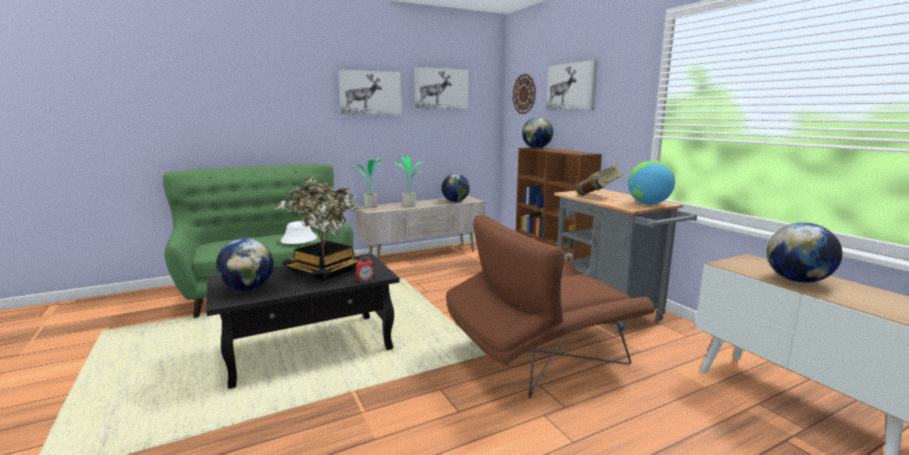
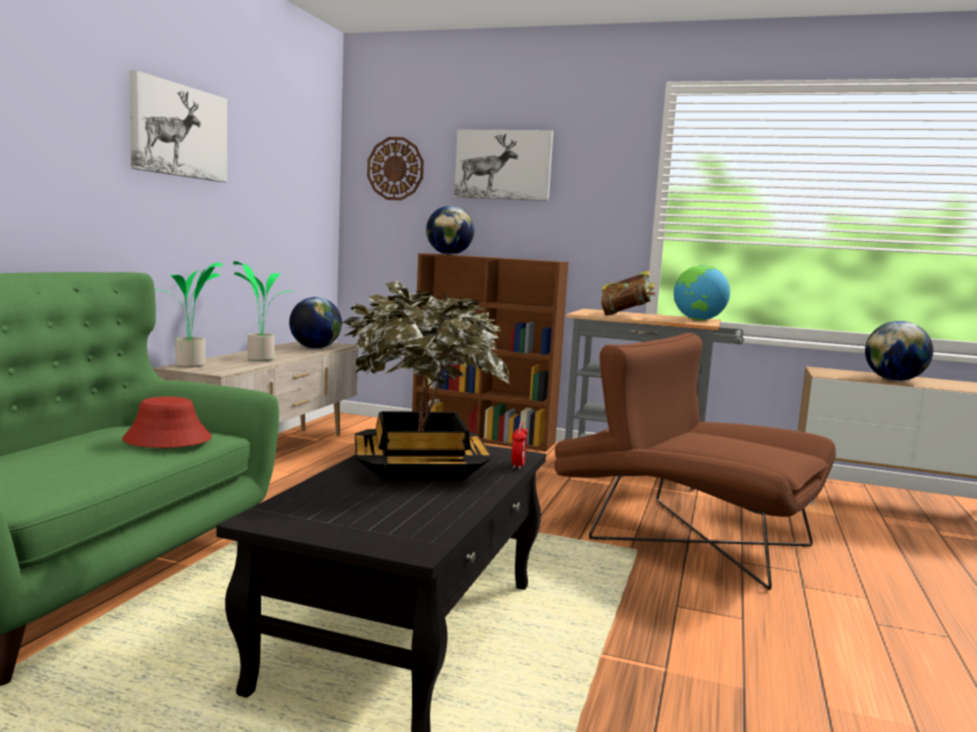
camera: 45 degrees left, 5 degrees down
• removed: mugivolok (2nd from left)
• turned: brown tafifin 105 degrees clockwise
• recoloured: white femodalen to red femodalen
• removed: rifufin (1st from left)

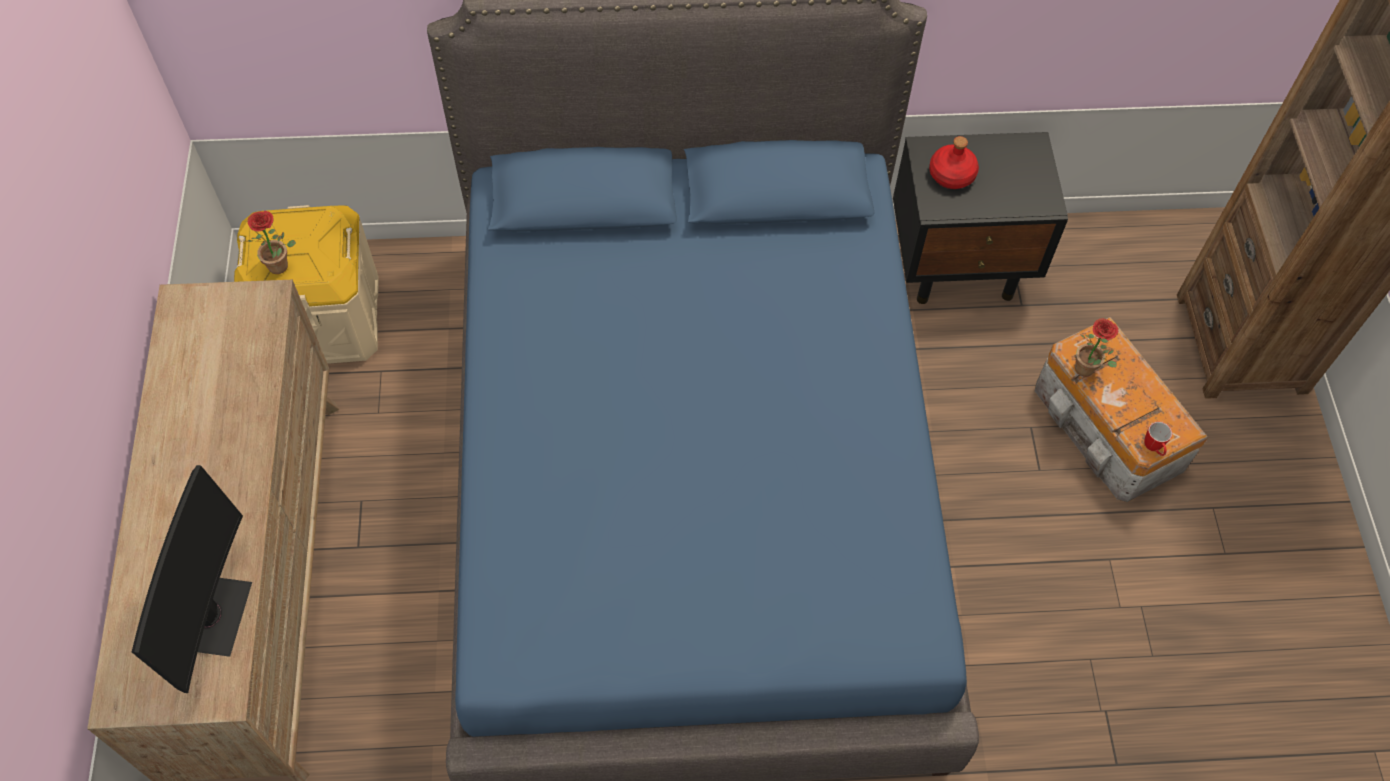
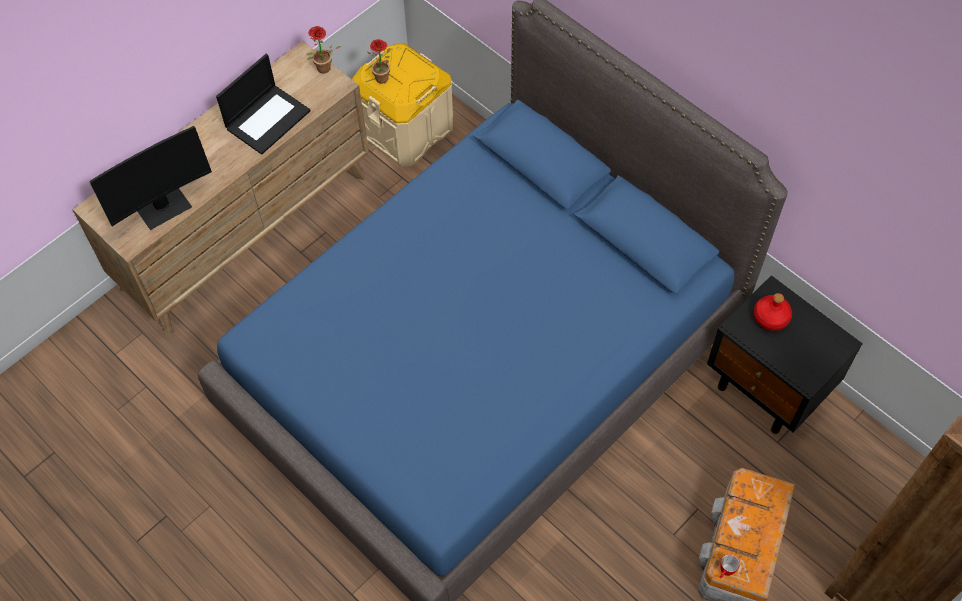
camera: 50 degrees right, 0 degrees up
• moved: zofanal (2nd from left in the first image) to zofanal (1st from left)
• added: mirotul

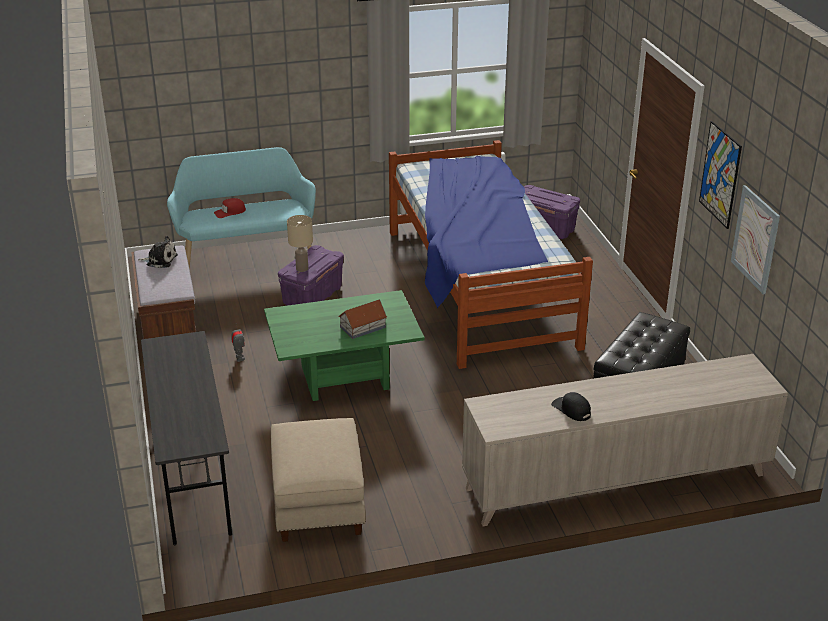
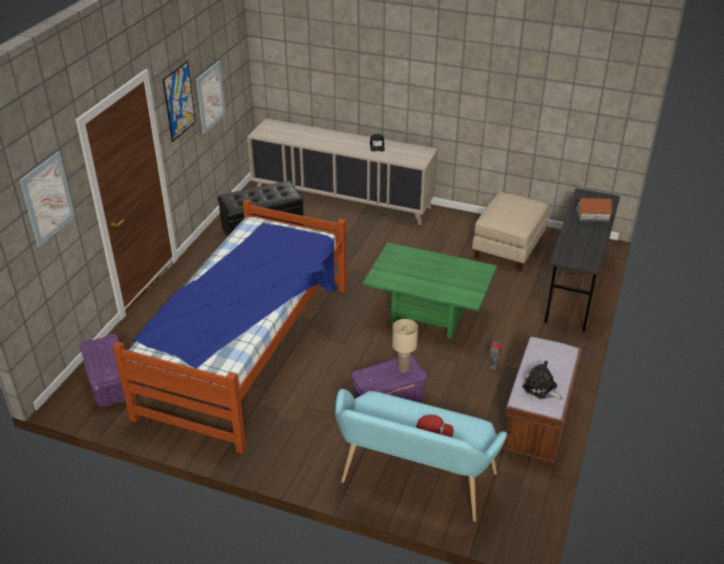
camera: 145 degrees left, 5 degrees up
• moved: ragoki
• added: mugivolok (1st from left)

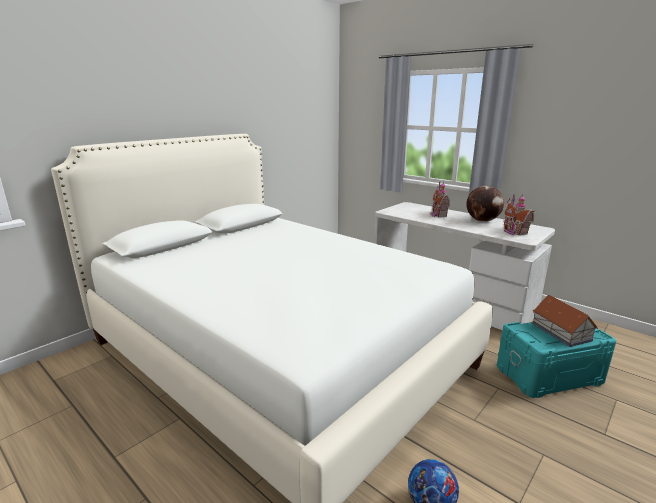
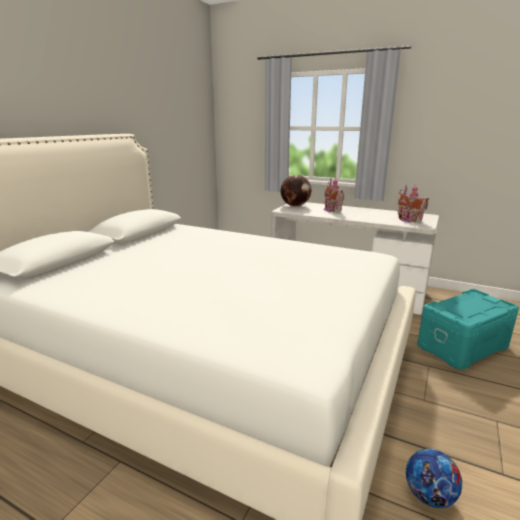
camera: 15 degrees left, 0 degrees up
• moved: rifufin
• removed: ragoki (3rd from left)

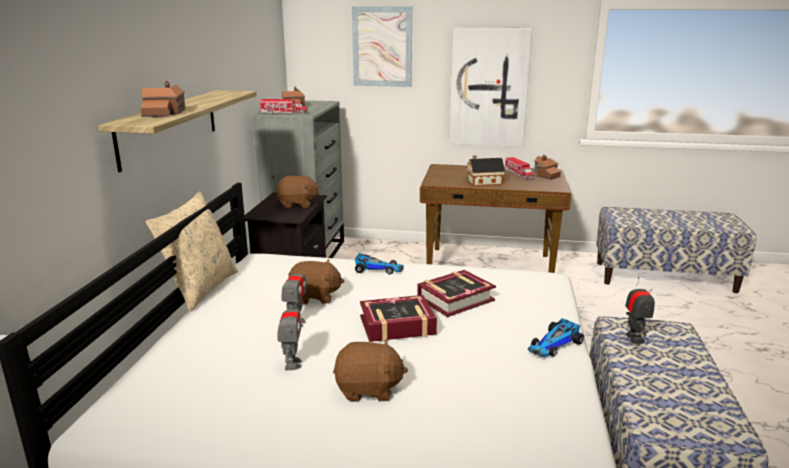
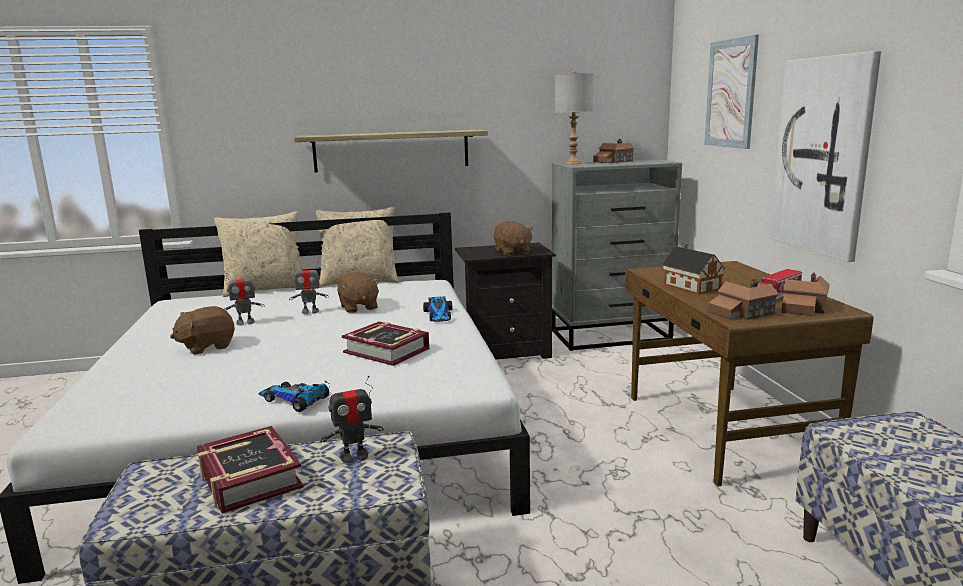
camera: 70 degrees right, 5 degrees down
• moved: ragoki (1st from left in the first image) to ragoki (3rd from left)
• replaced: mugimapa (1st from left) to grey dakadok
• moved: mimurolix (1st from left)
• turned: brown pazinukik (3rd from left in the first image) 75 degrees clockwise
• added: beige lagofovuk (1st from left)

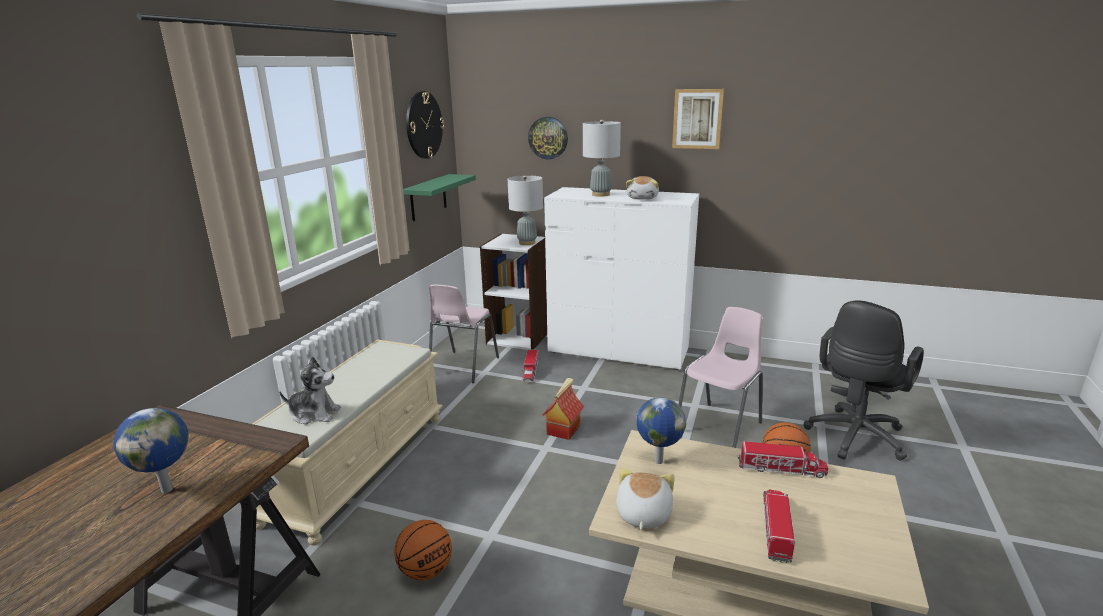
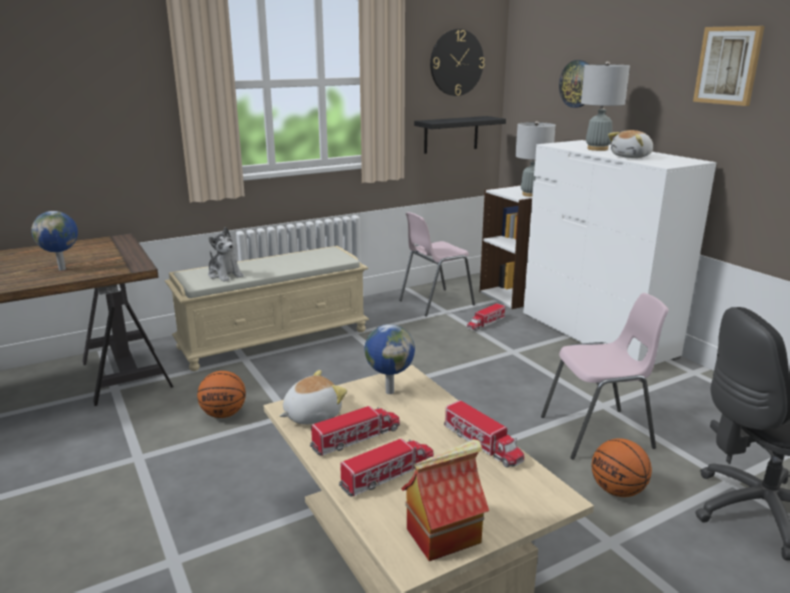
camera: 40 degrees right, 0 degrees up
• recoloured: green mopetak to black mopetak
• moved: ragoki
• added: mugimapa (1st from left)

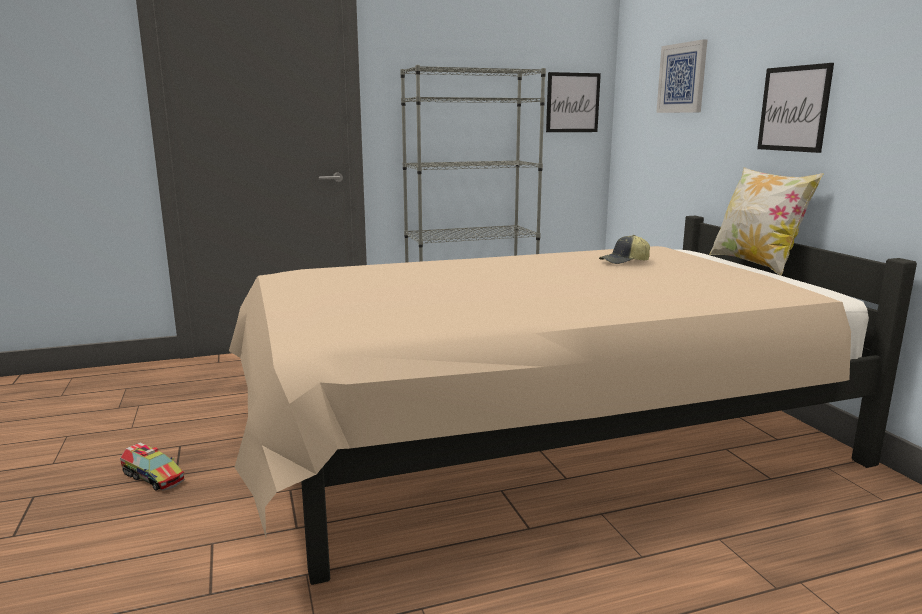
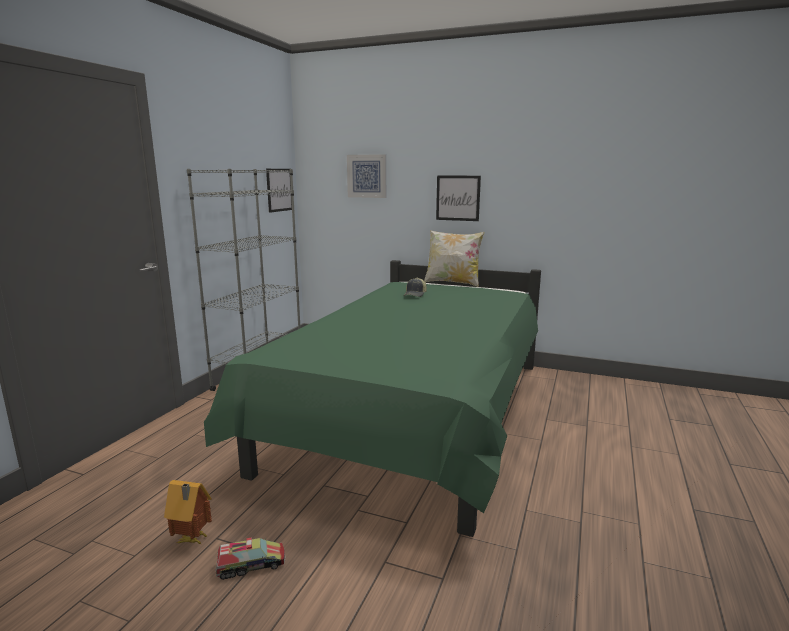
camera: 50 degrees left, 0 degrees up
• recoloured: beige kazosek to green kazosek
• added: ragoki

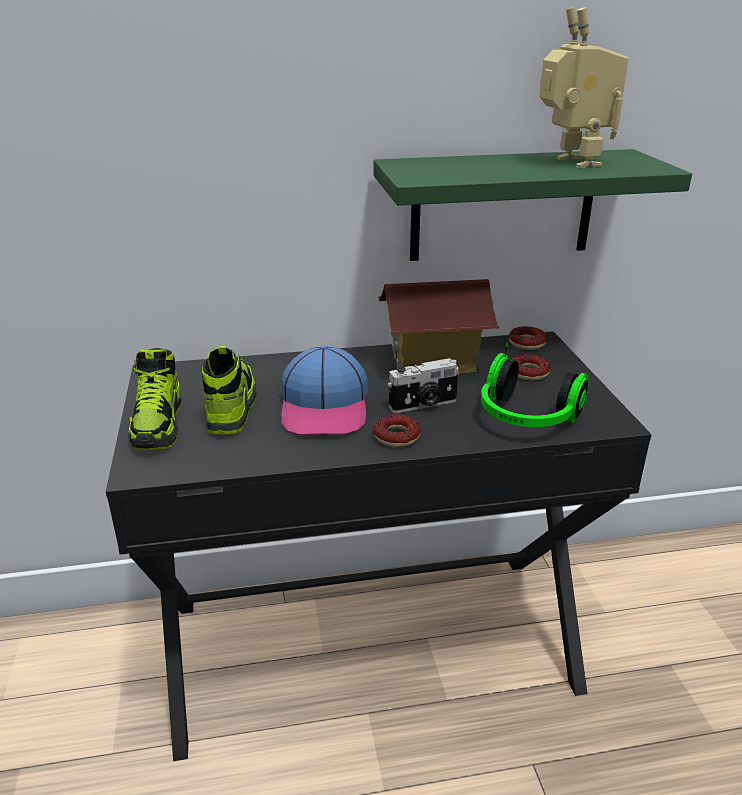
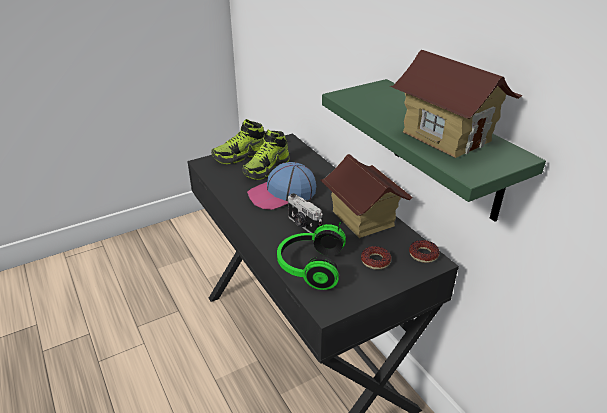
camera: 70 degrees right, 5 degrees up
• replaced: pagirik to ragoki (2nd from left)
• turned: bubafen (2nd from left) 150 degrees clockwise
• removed: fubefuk (1st from left)

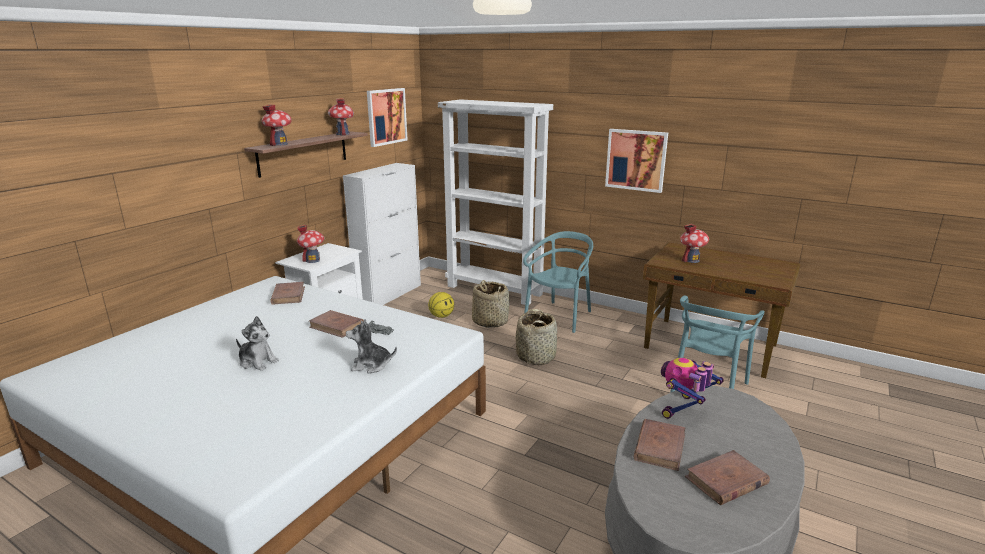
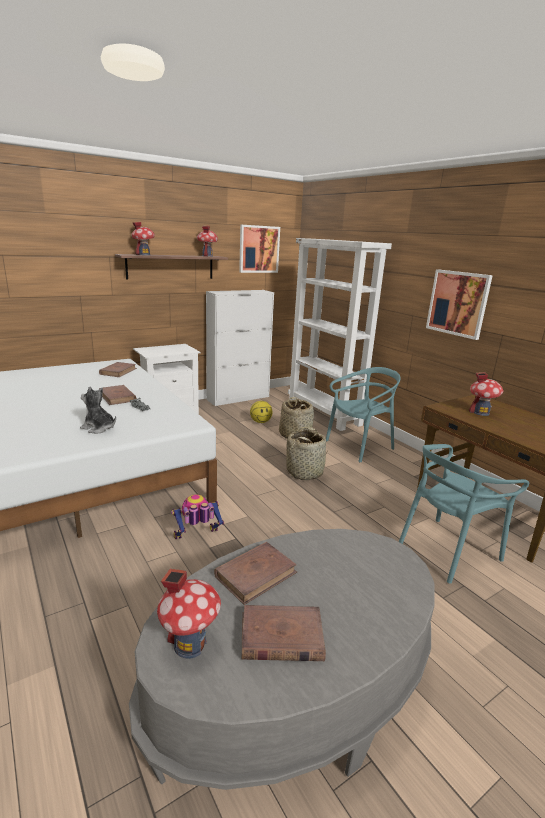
camera: 25 degrees right, 0 degrees up
• moved: ragoki (2nd from left)
• removed: pazinukik (1st from left)
• moved: pagirik

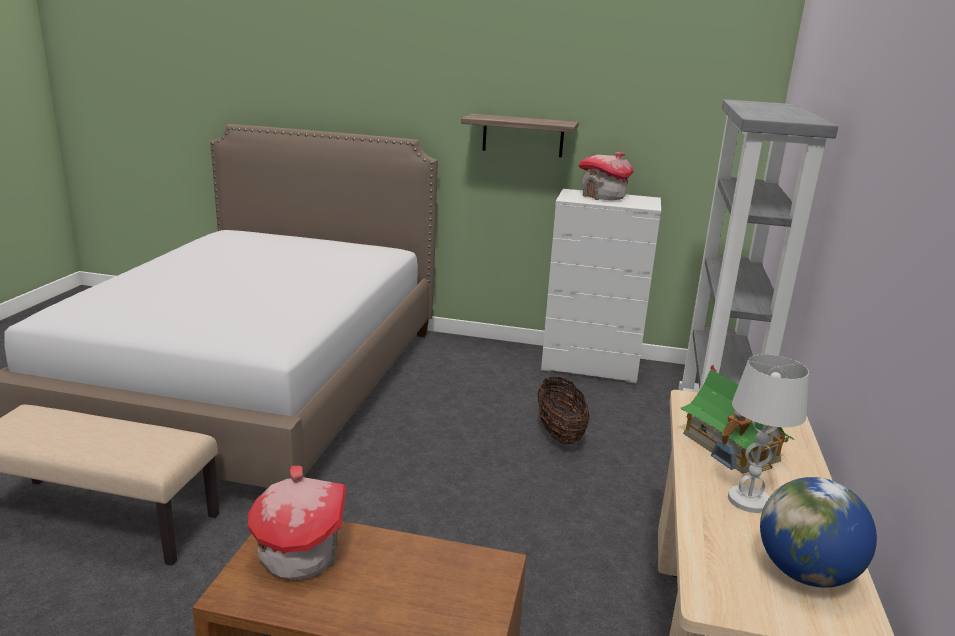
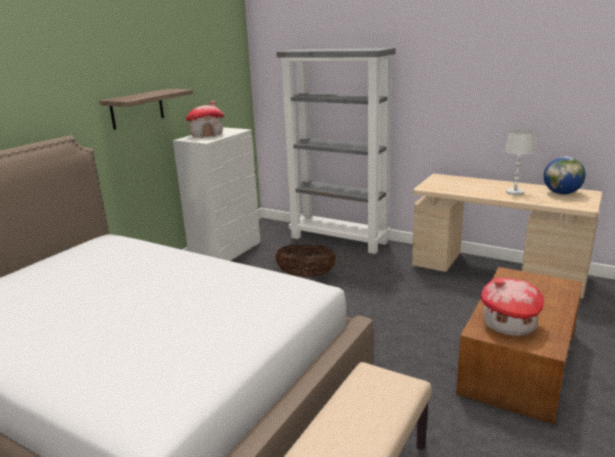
camera: 70 degrees left, 0 degrees up
• removed: ragoki (3rd from left)

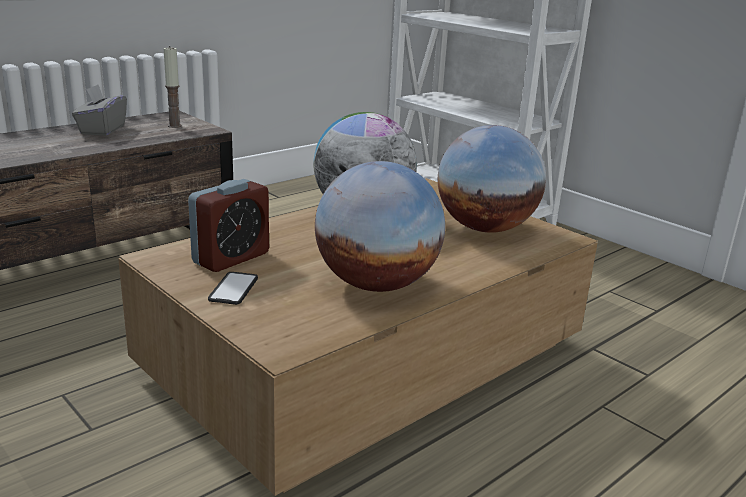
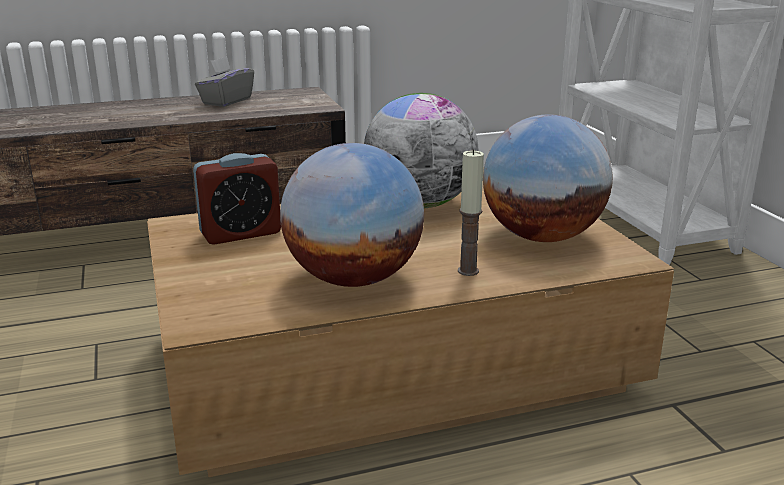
camera: 25 degrees right, 0 degrees up
• moved: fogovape
• removed: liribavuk

